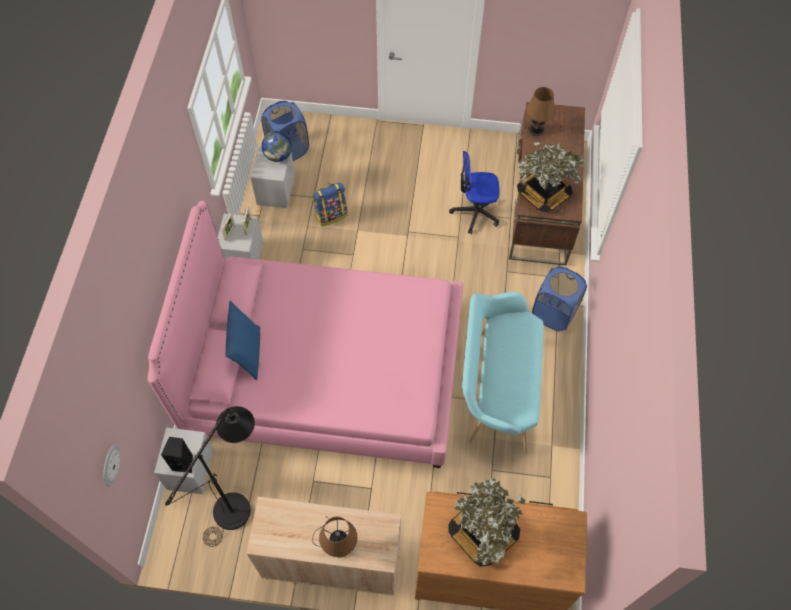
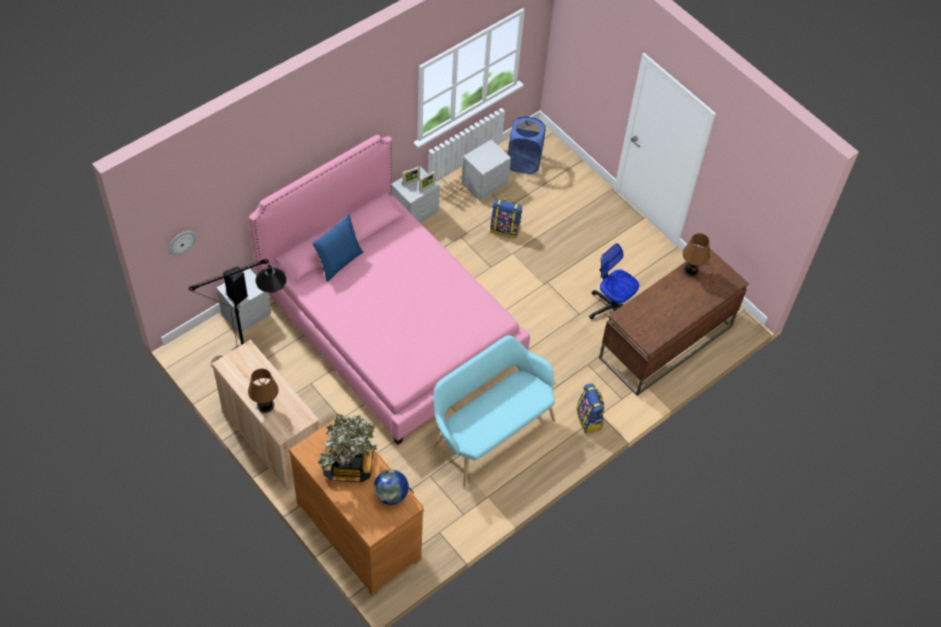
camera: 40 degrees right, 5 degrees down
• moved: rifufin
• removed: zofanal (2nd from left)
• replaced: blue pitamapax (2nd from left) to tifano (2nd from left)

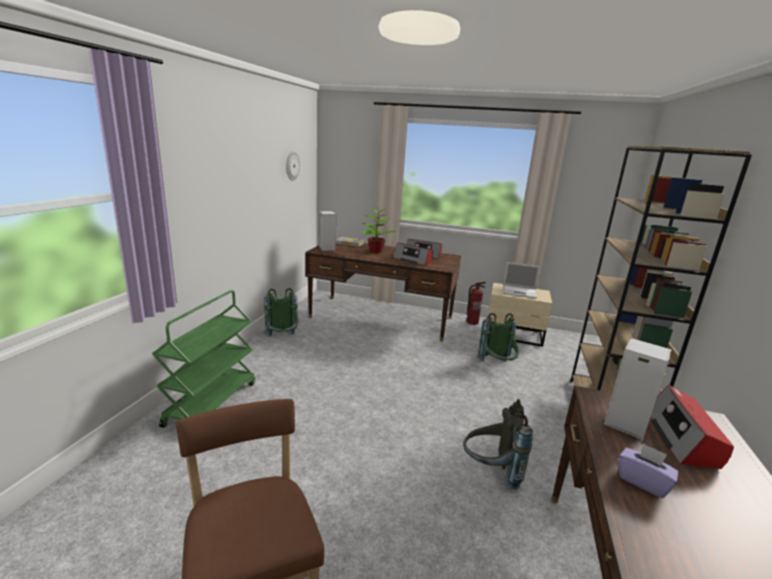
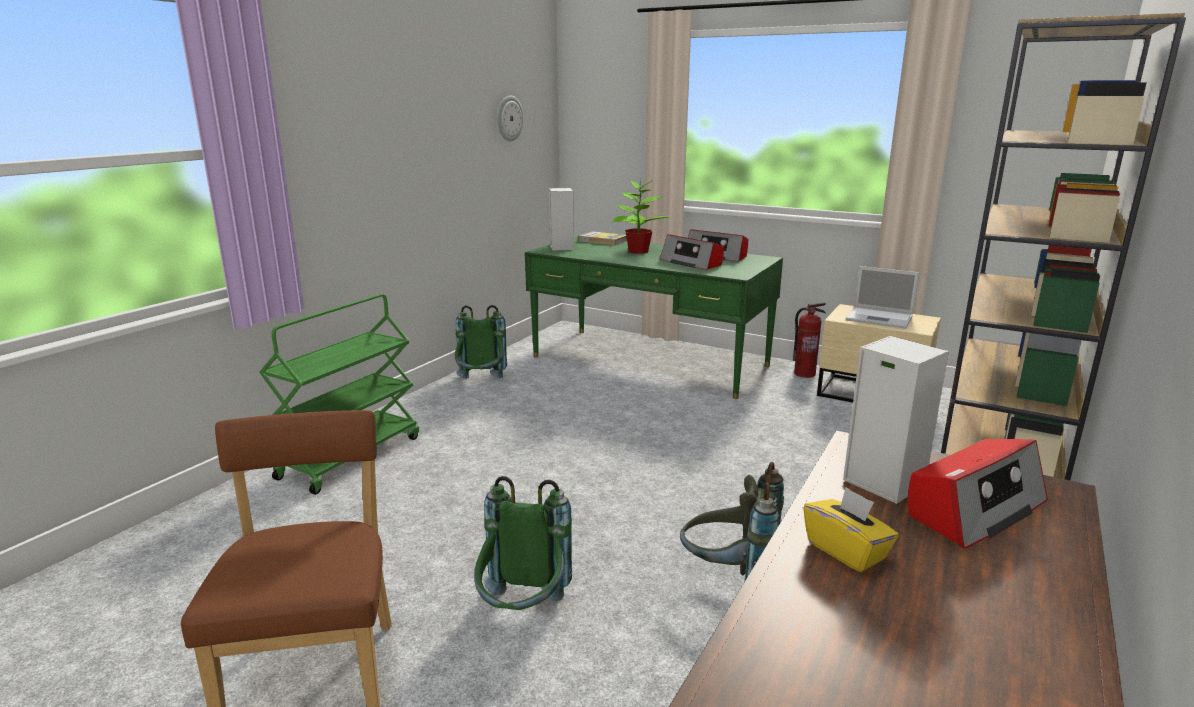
camera: 15 degrees right, 0 degrees up
• recoloured: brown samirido (1st from left) to green samirido
• moved: green tifano (2nd from left)
• turned: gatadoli (3rd from left) 150 degrees counterclockwise
• recoloured: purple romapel to yellow romapel

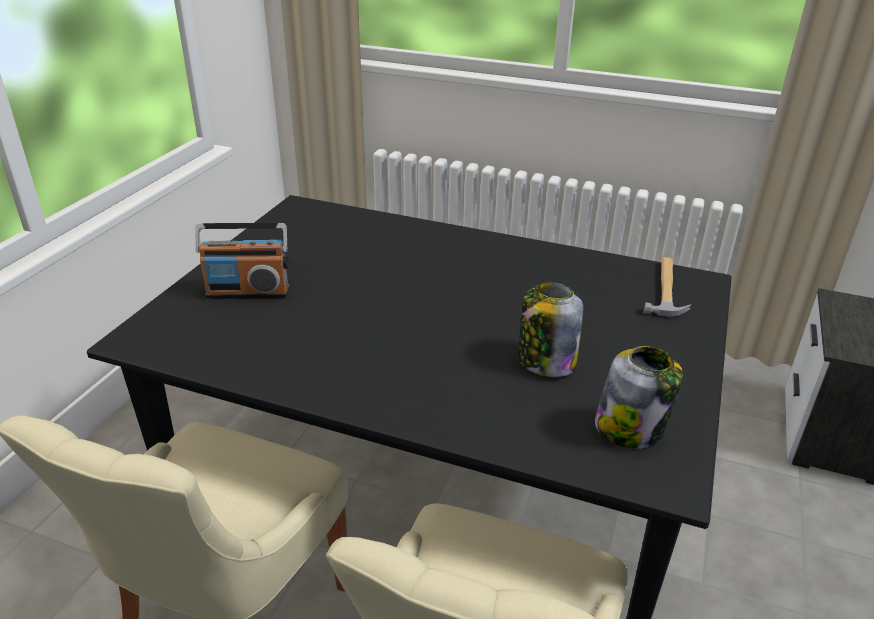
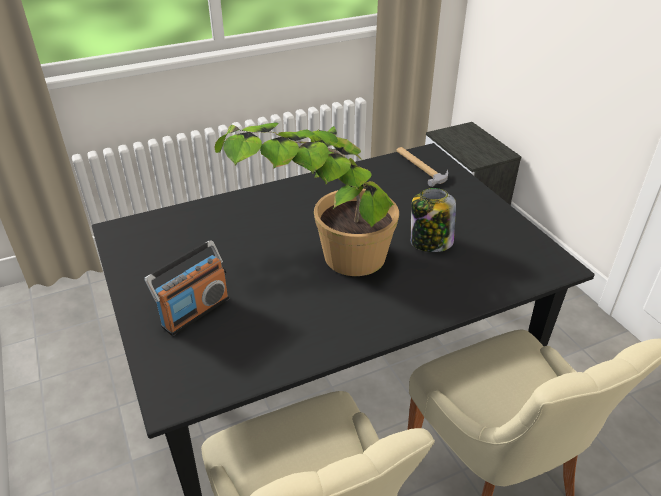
camera: 45 degrees left, 5 degrees up
• removed: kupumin (2nd from left)
• added: zofanal

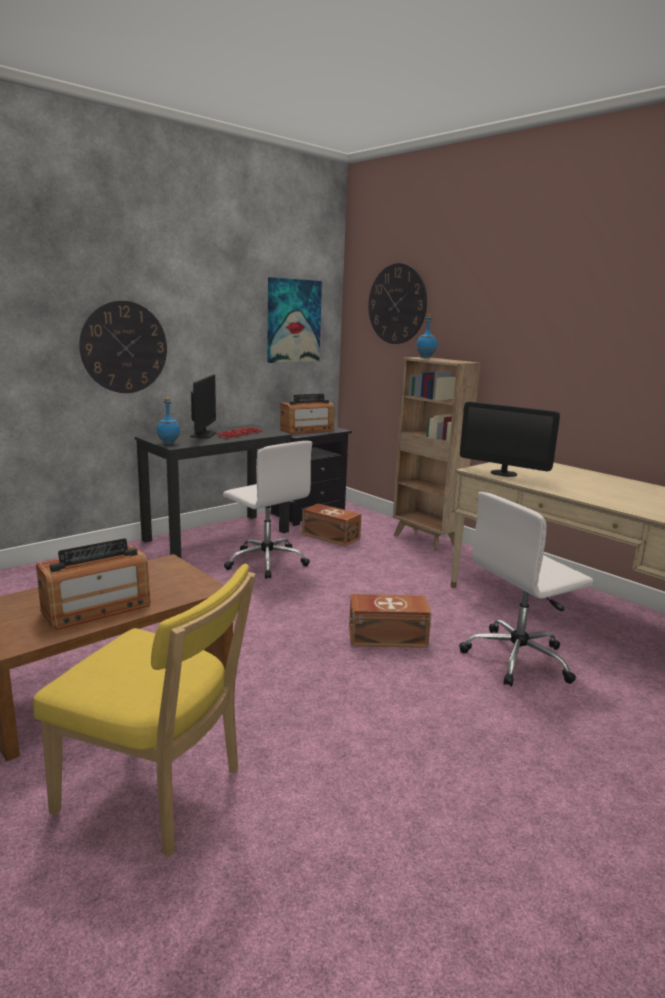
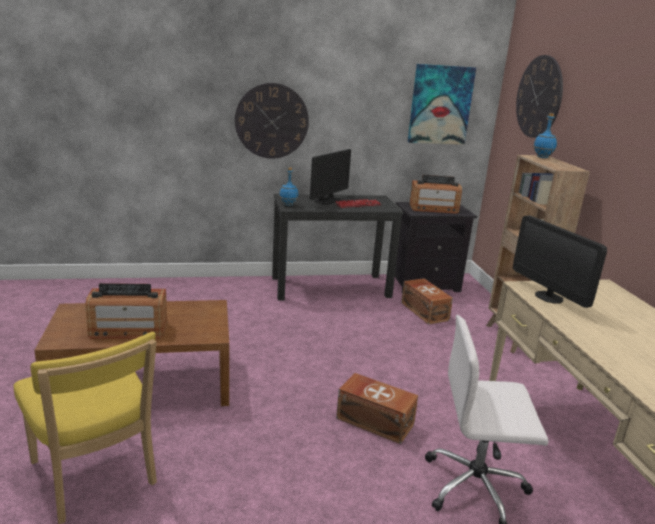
camera: 30 degrees right, 5 degrees up
• removed: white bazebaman (1st from left)

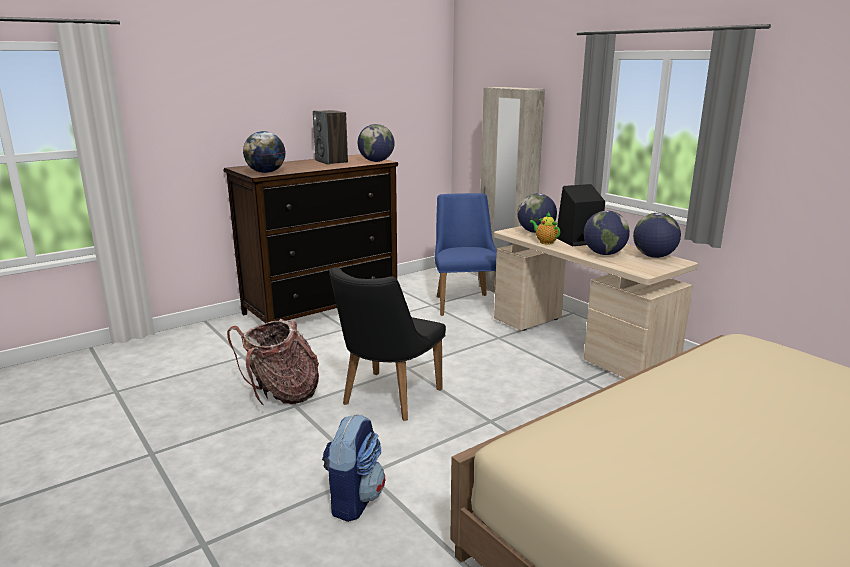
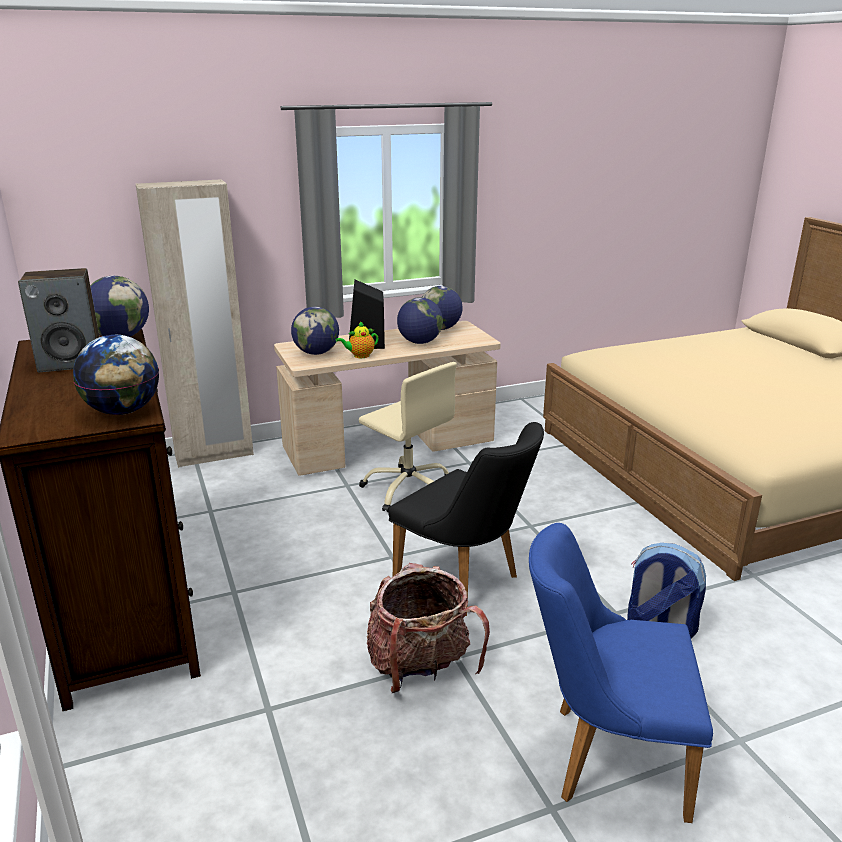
camera: 75 degrees left, 5 degrees up
• moved: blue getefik
• added: beige bazebaman

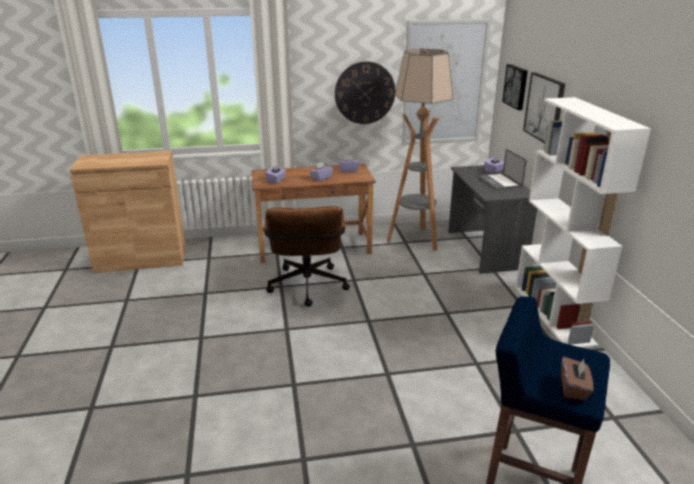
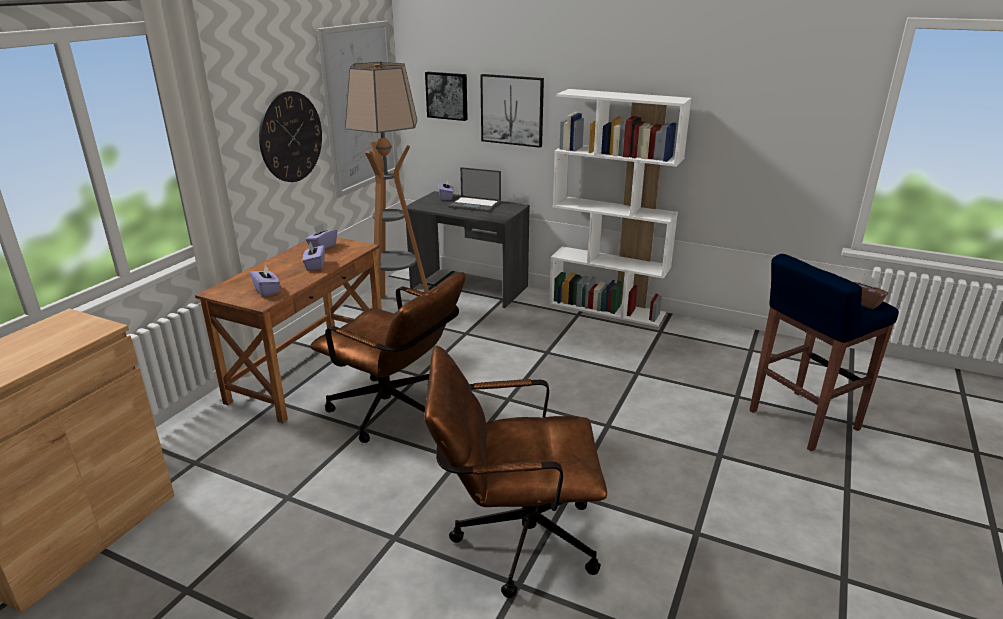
camera: 55 degrees left, 0 degrees up
• added: brown bazebaman (2nd from left)

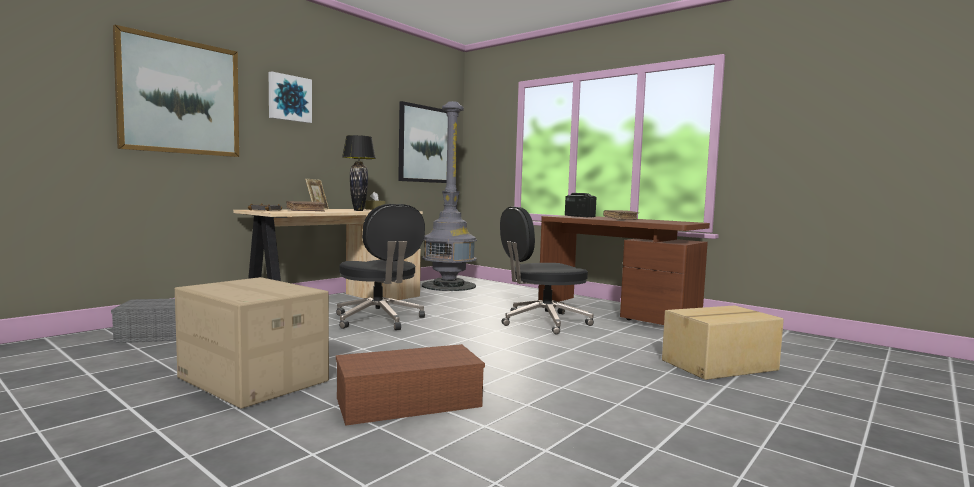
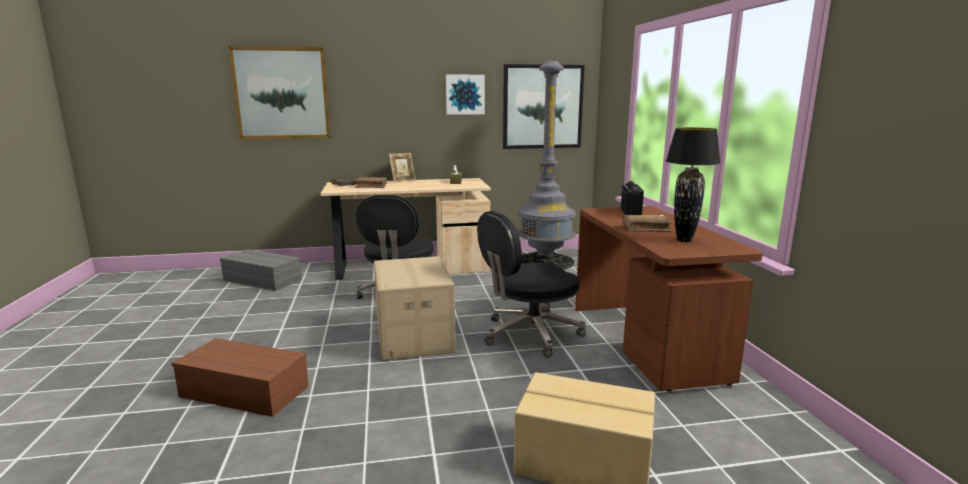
camera: 40 degrees right, 10 degrees up
• moved: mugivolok (2nd from left)
• moved: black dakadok
• turned: black bazebaman (2nd from left) 45 degrees counterclockwise
• moved: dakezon (1st from left)

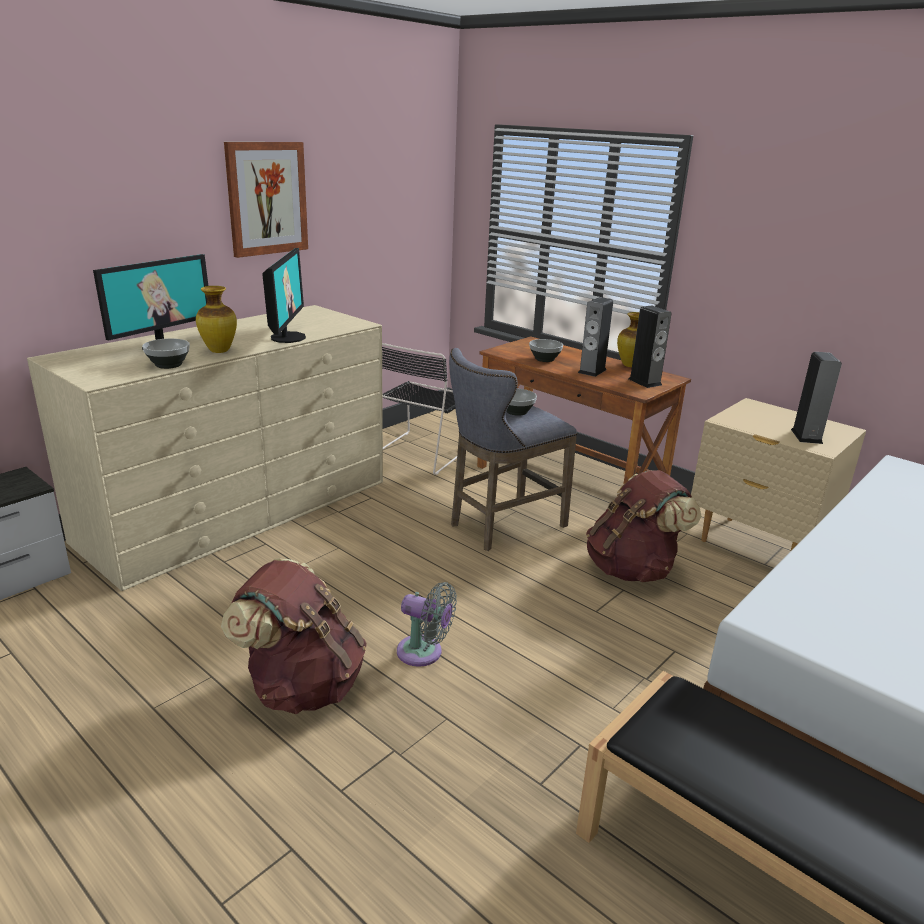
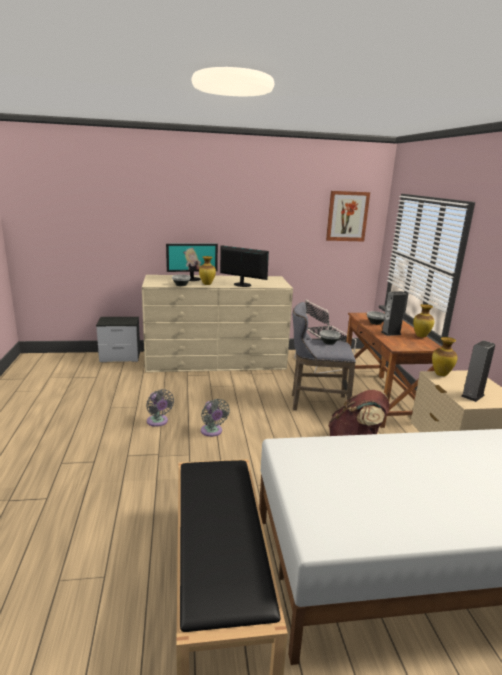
camera: 40 degrees right, 5 degrees down
• moved: mugivolok
• turned: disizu (2nd from left) 105 degrees counterclockwise
• removed: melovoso (2nd from left)
• replaced: brown tifano (1st from left) to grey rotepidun (1st from left)
• added: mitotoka (3rd from left)

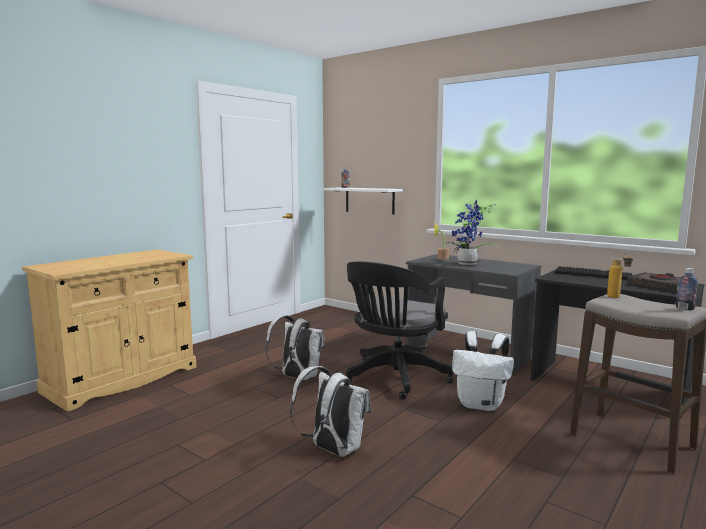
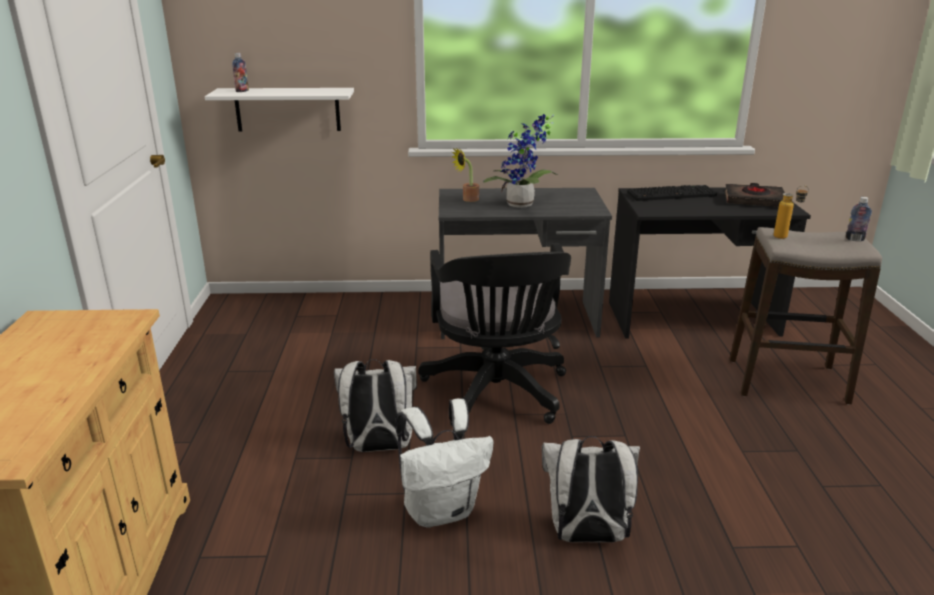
camera: 40 degrees left, 15 degrees up
• moved: white tifano (3rd from left in the first image) to white tifano (2nd from left)

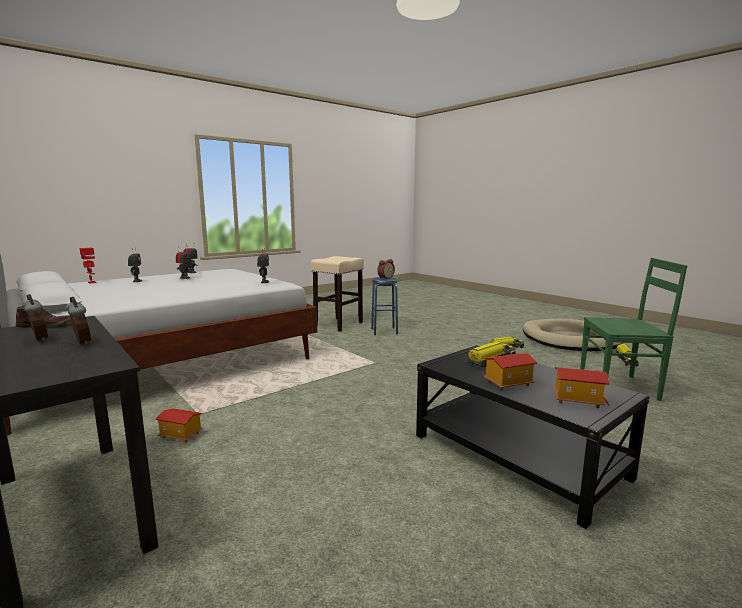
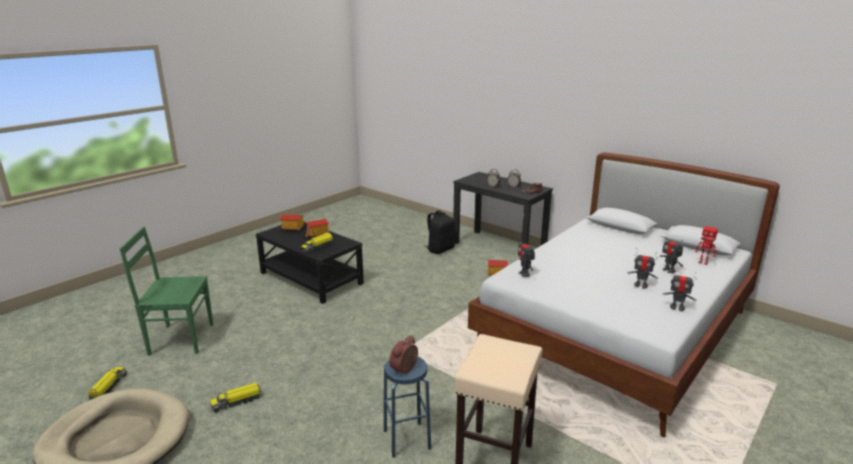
camera: 170 degrees right, 10 degrees up
• added: black tifano

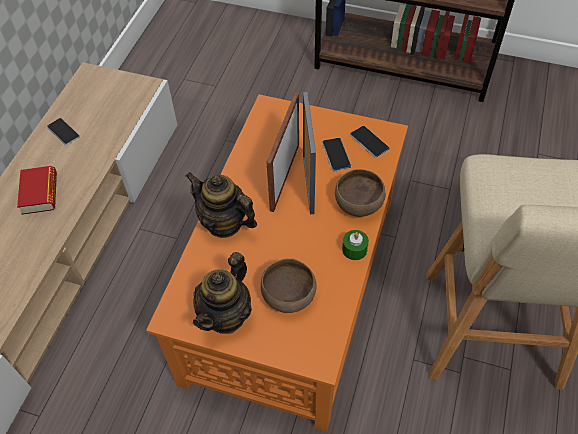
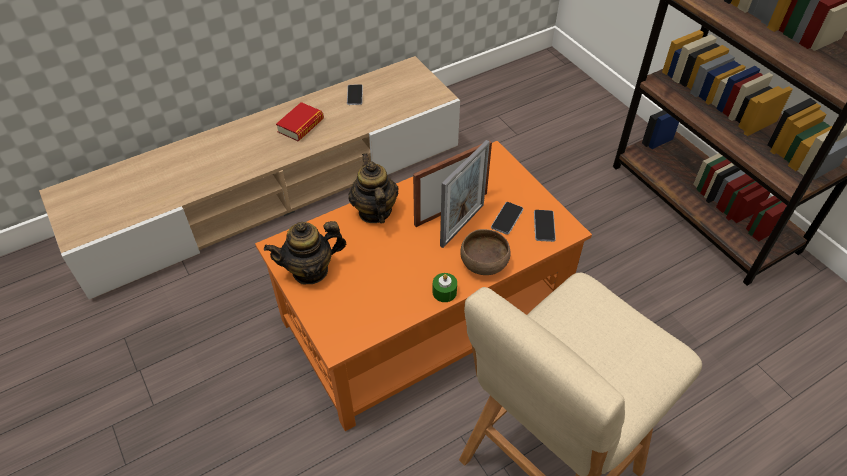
camera: 40 degrees right, 5 degrees down
• removed: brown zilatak (1st from left)

